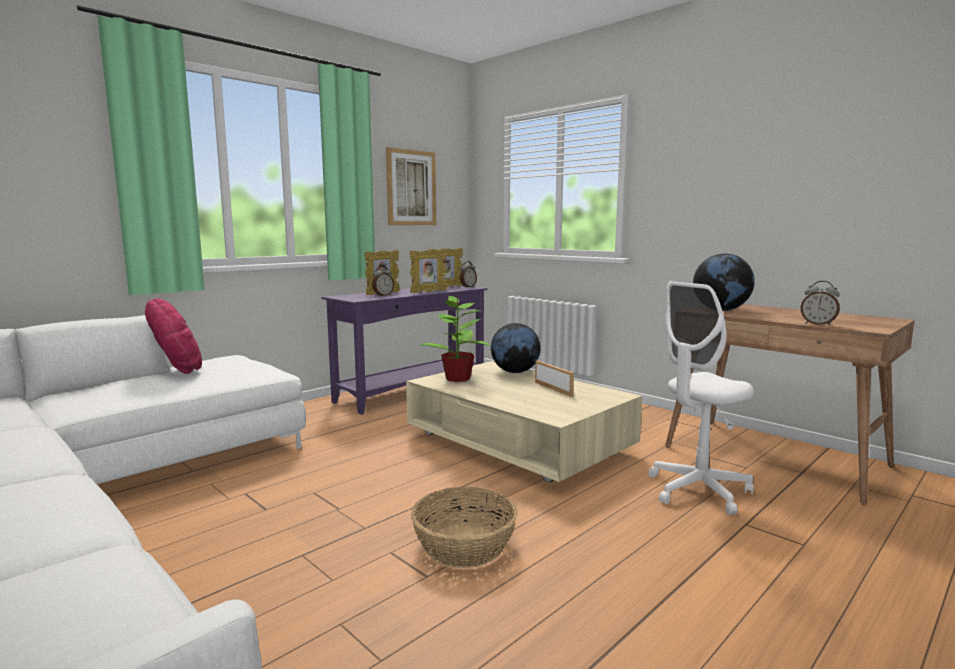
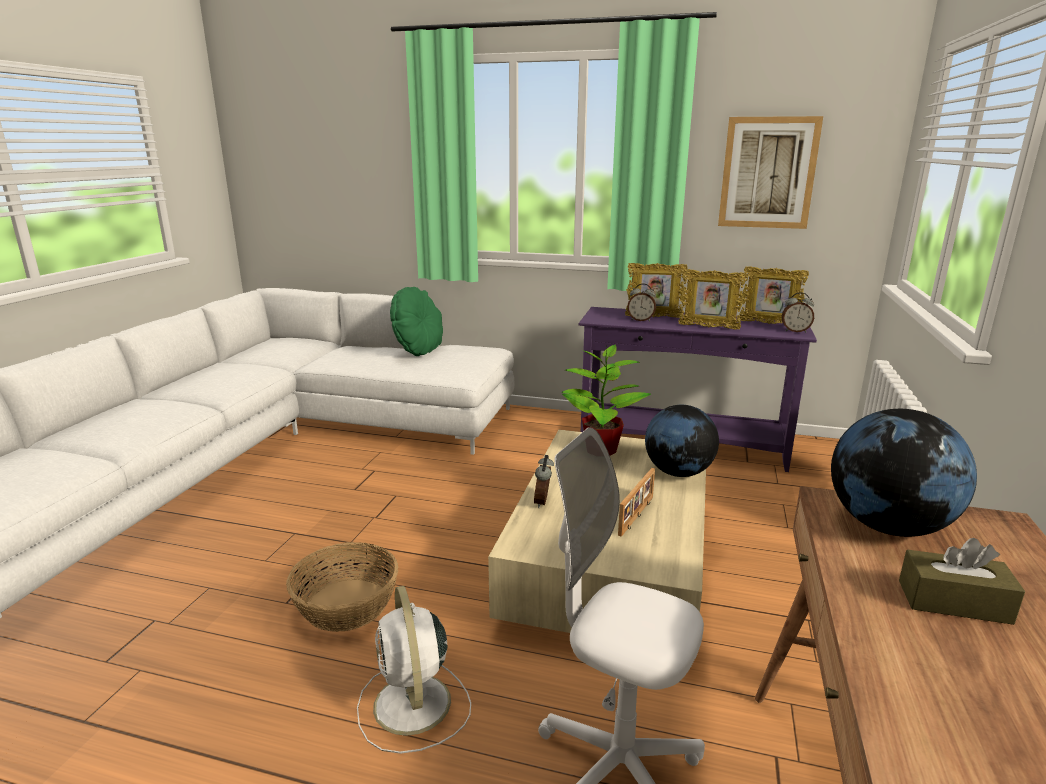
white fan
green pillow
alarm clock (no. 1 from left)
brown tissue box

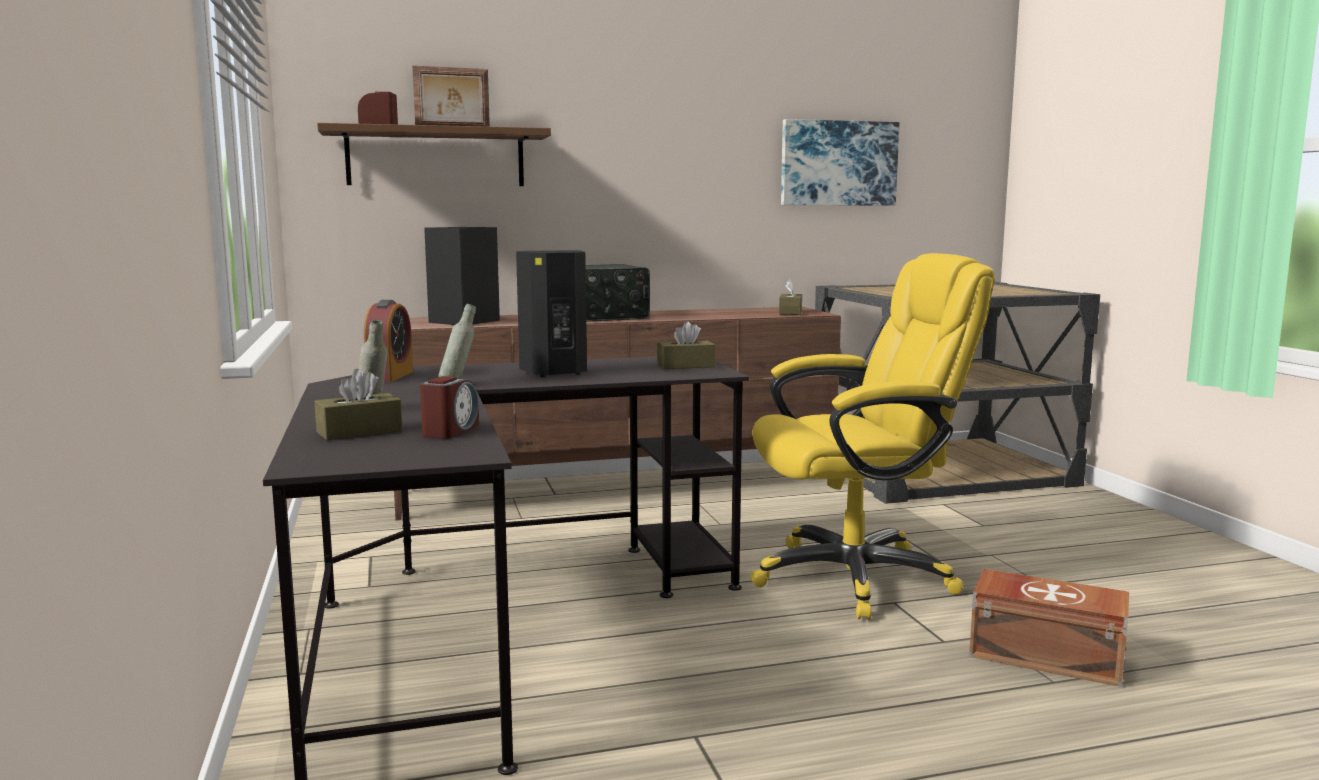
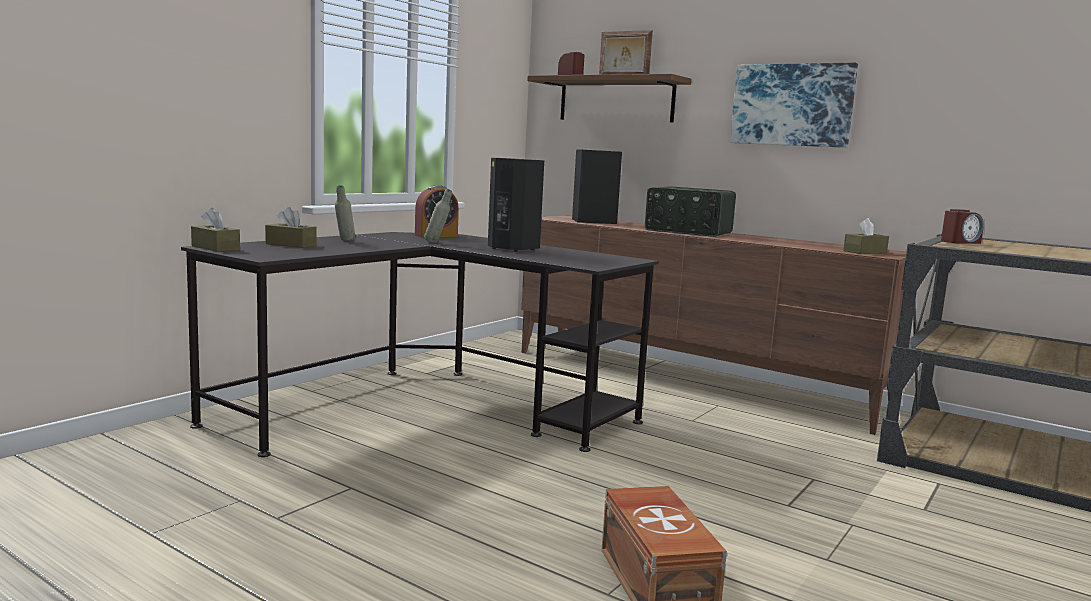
brown tissue box (no. 1 from left)
picture
alarm clock (no. 3 from left)
yellow office chair

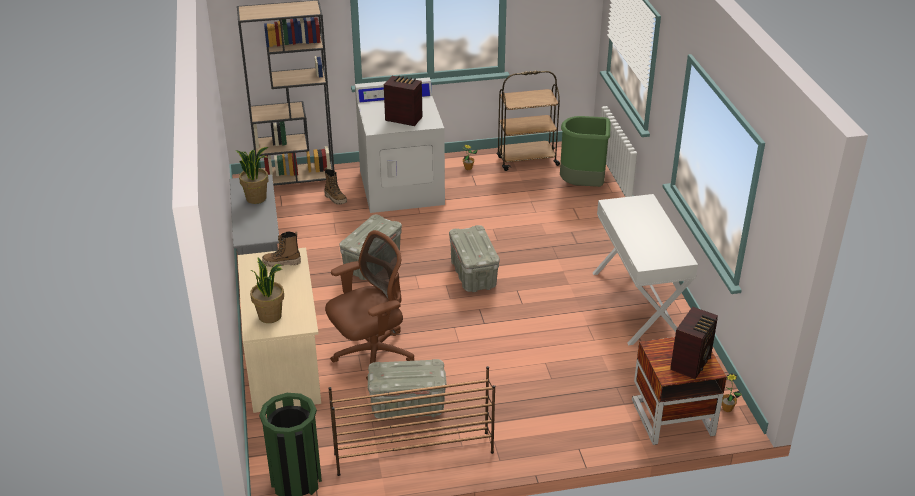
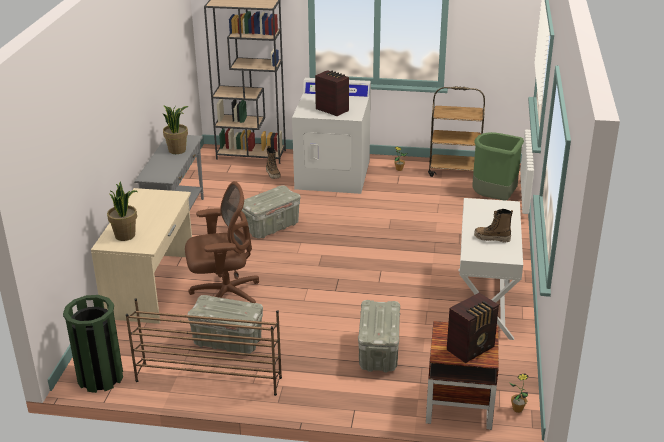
grey storage box (no. 3 from left)
boot (no. 2 from left)

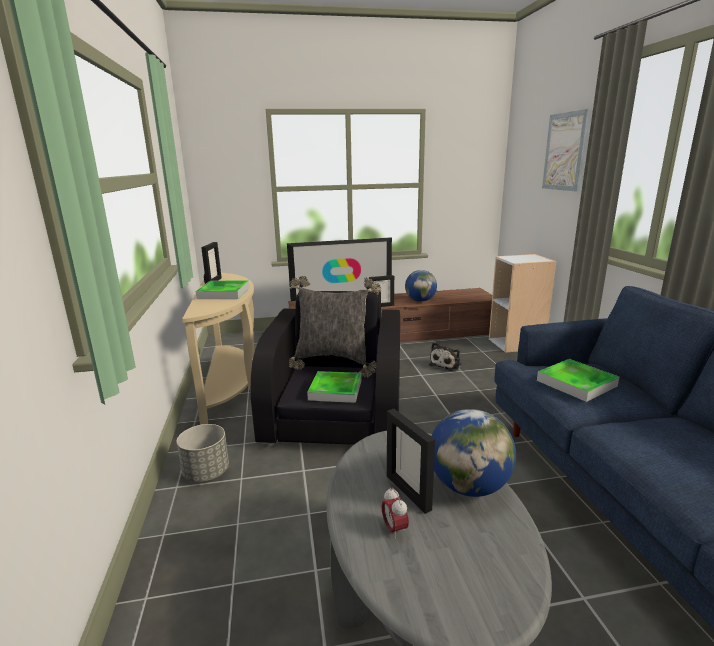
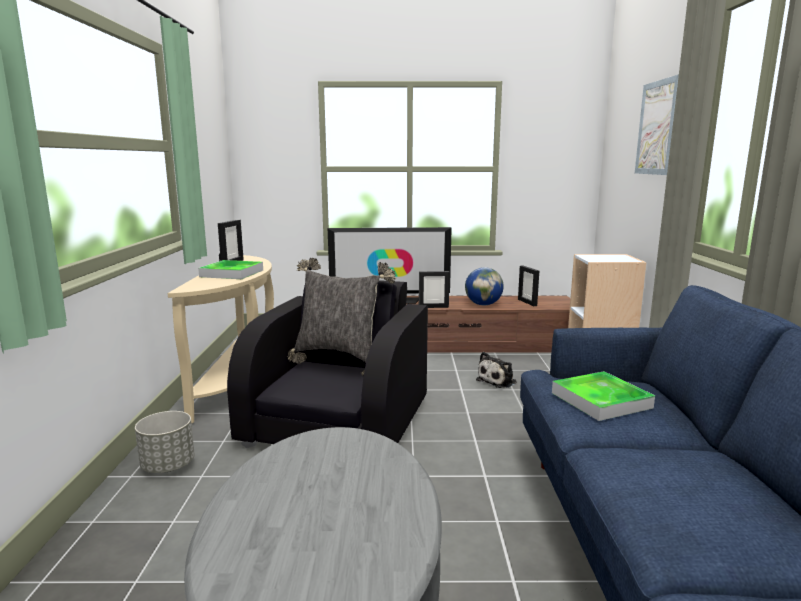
picture frame (no. 3 from left)
tray (no. 2 from left in the first image)
alarm clock
globe (no. 2 from left in the first image)

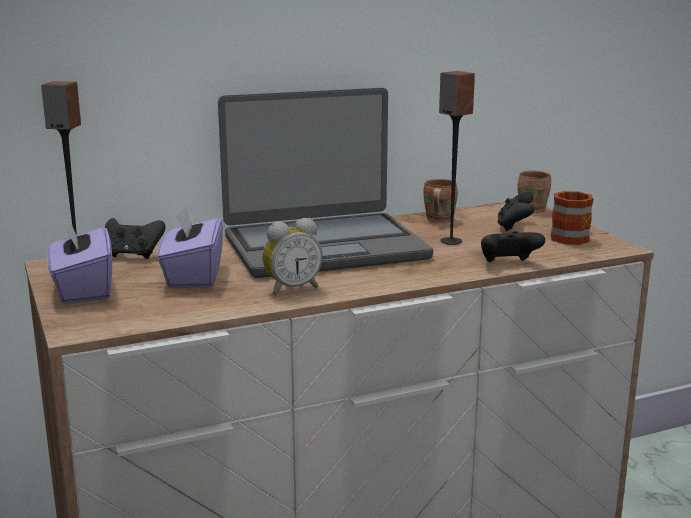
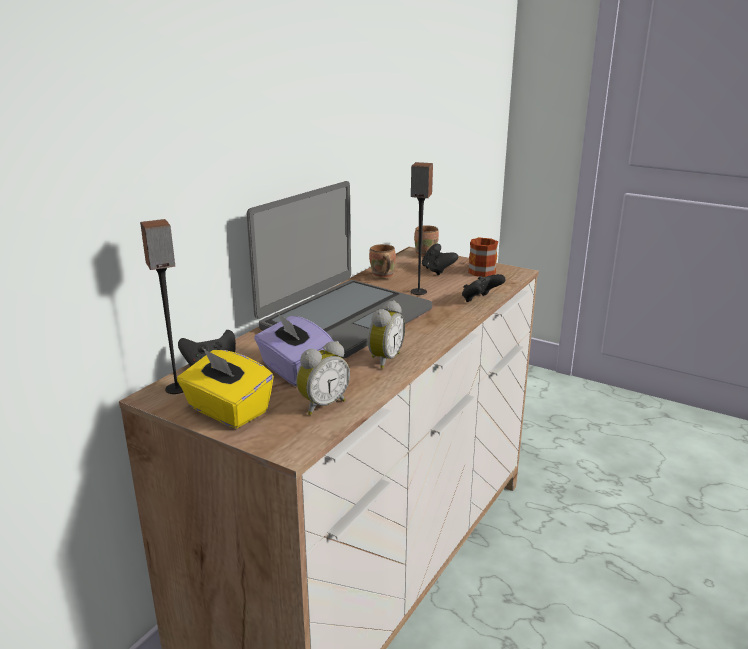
yellow tissue box
alarm clock (no. 1 from left)

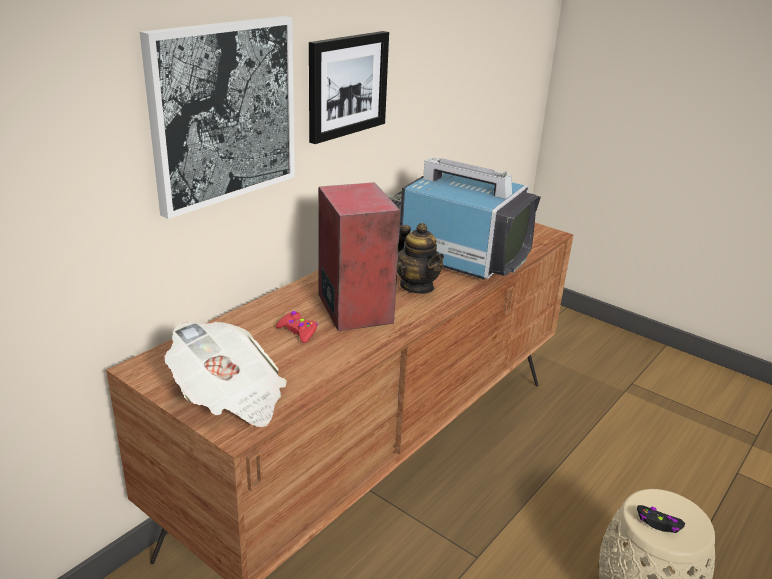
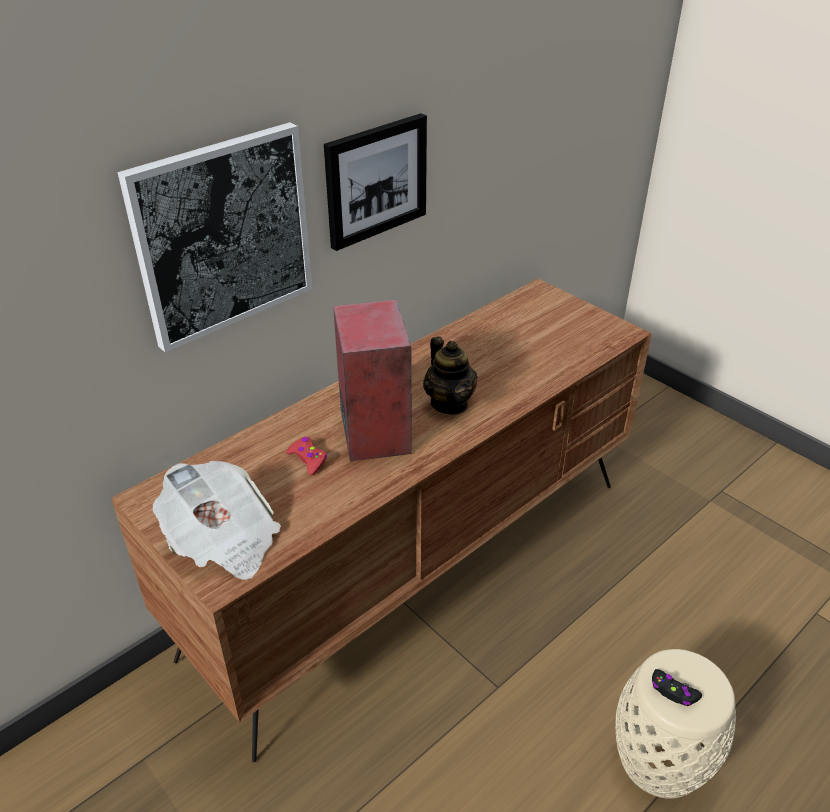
television

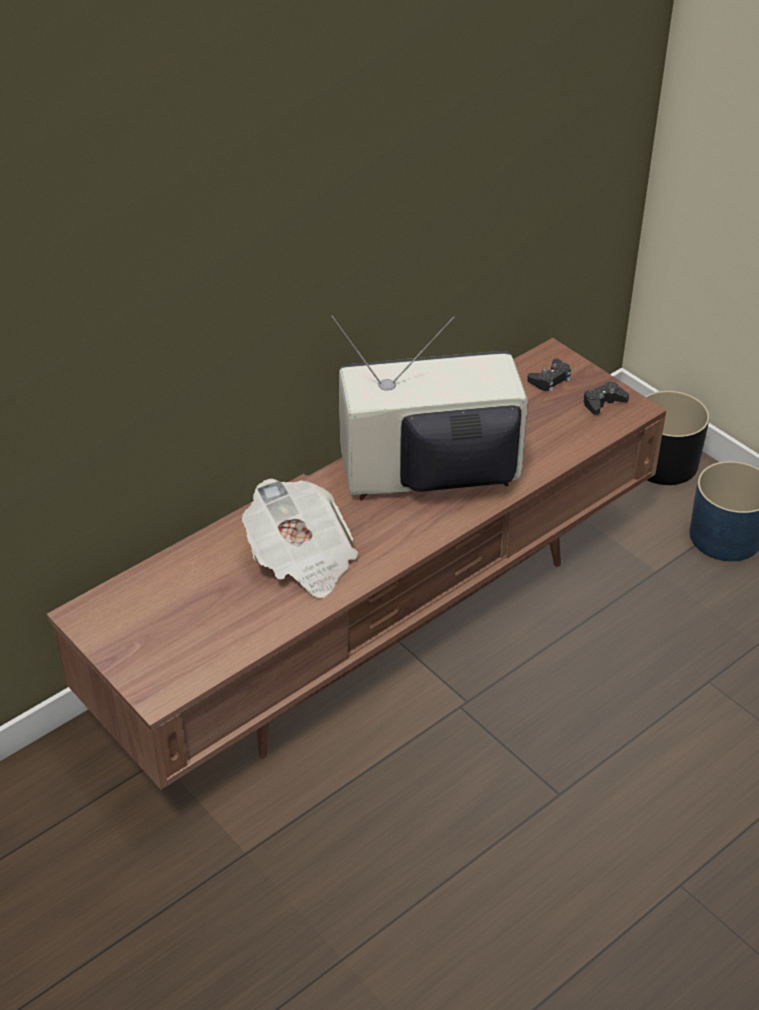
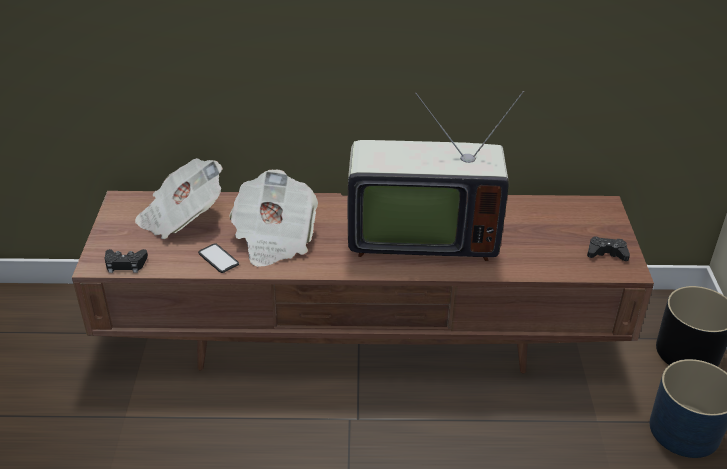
black game controller (no. 1 from left)
newspaper (no. 1 from left)
phone
television

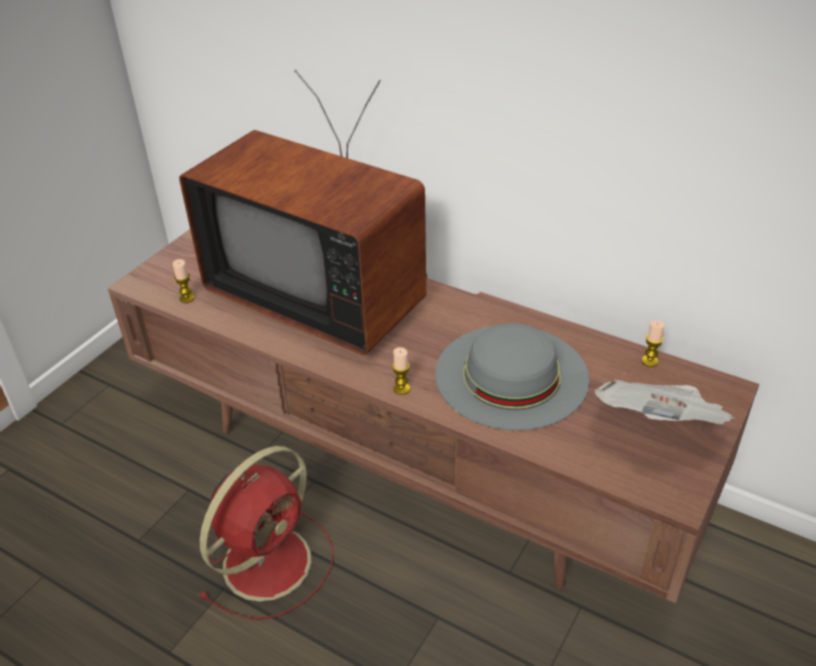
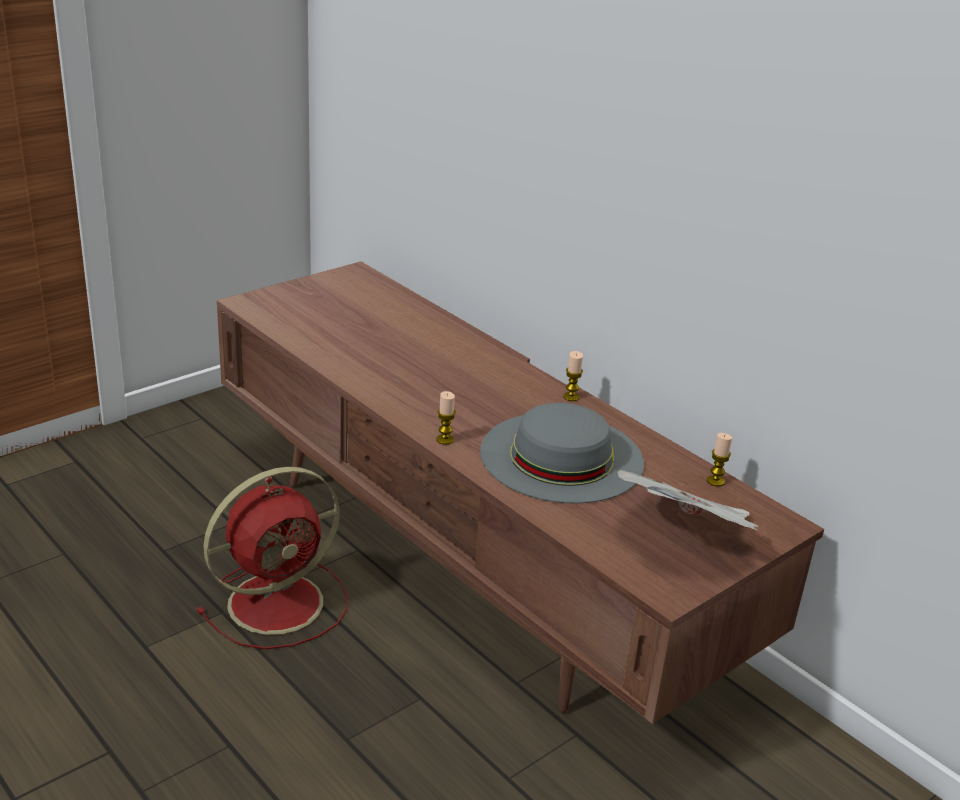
candle (no. 2 from left)
television

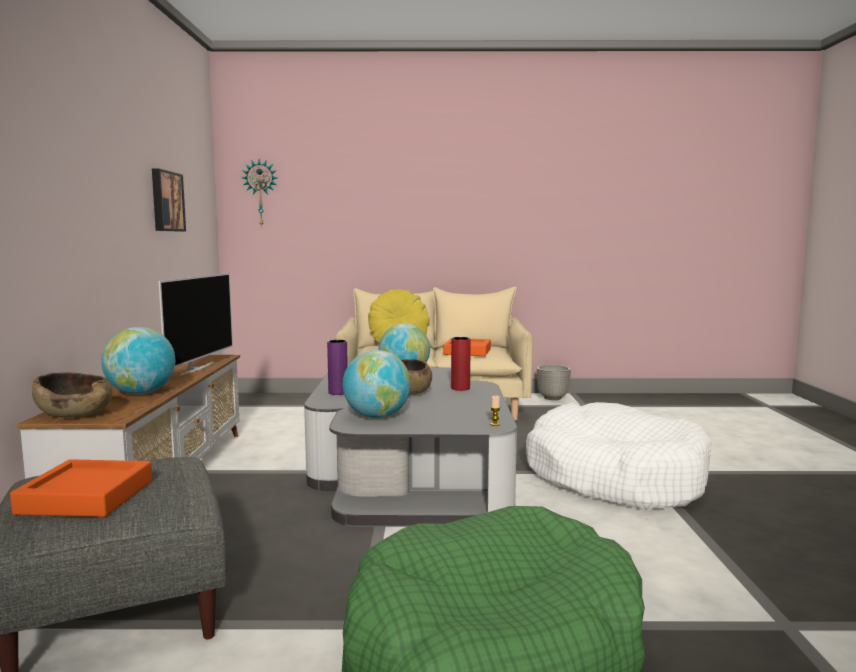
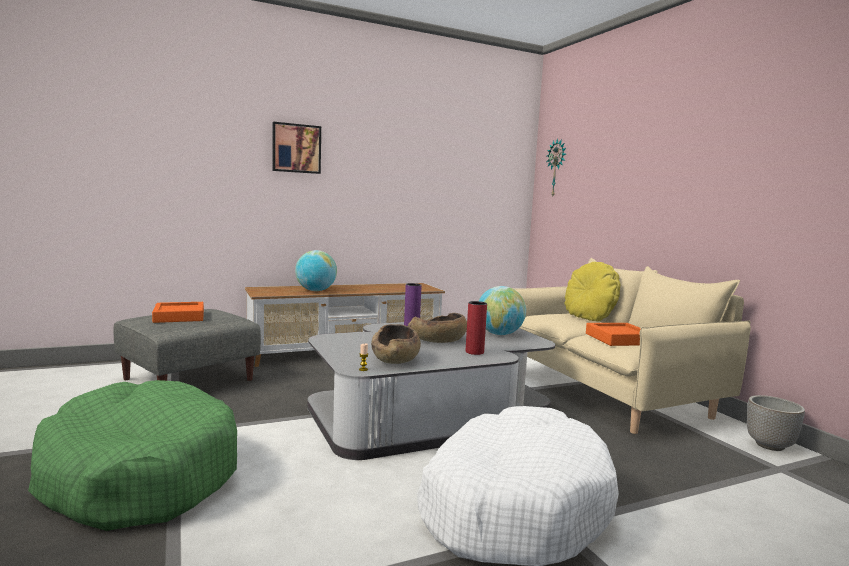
picture
brown bowl (no. 1 from left)
television
globe (no. 2 from left in the first image)

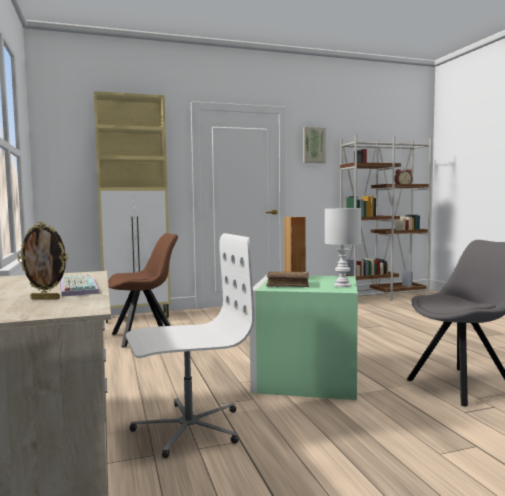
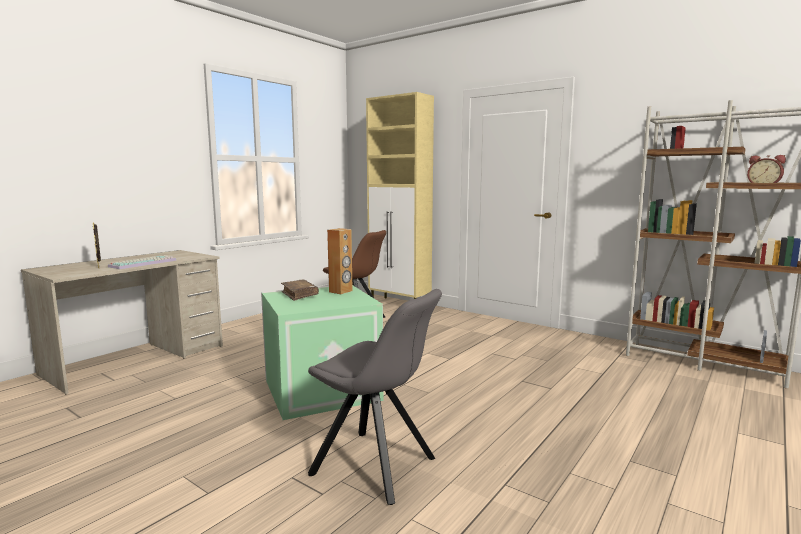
white office chair
picture
white table lamp

